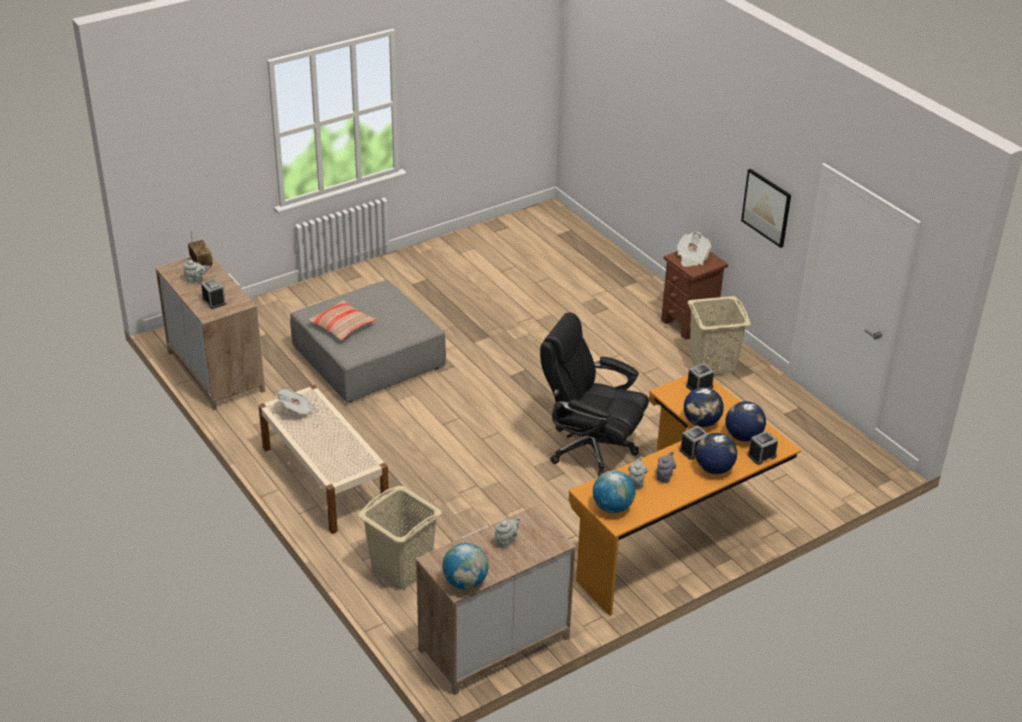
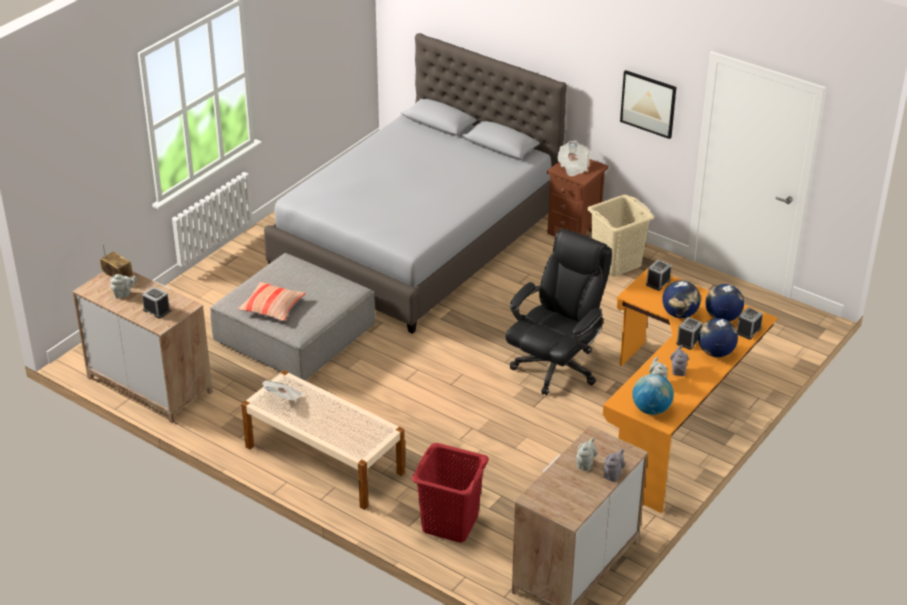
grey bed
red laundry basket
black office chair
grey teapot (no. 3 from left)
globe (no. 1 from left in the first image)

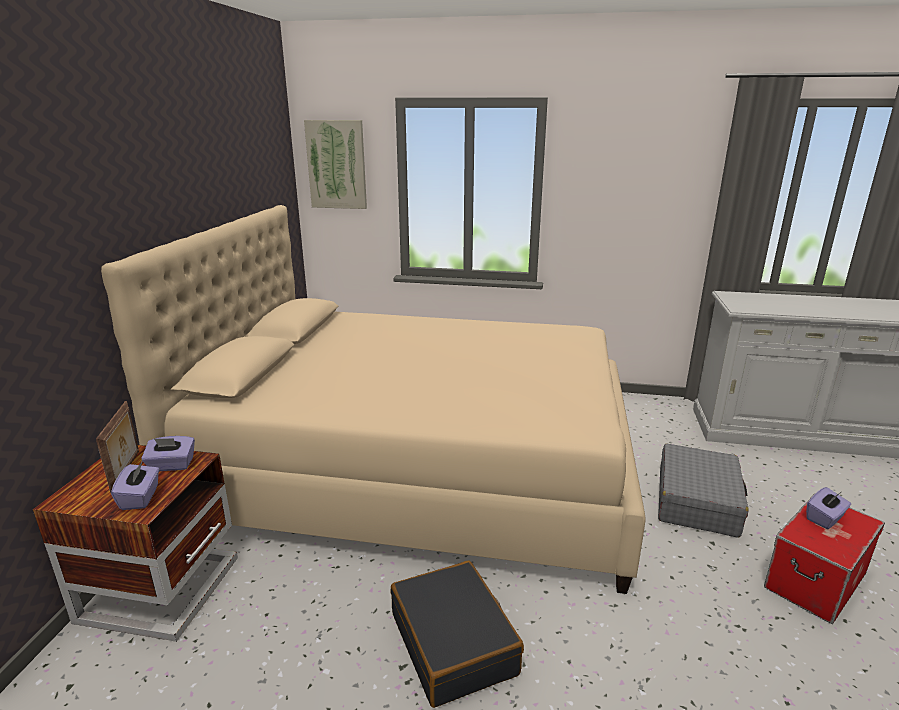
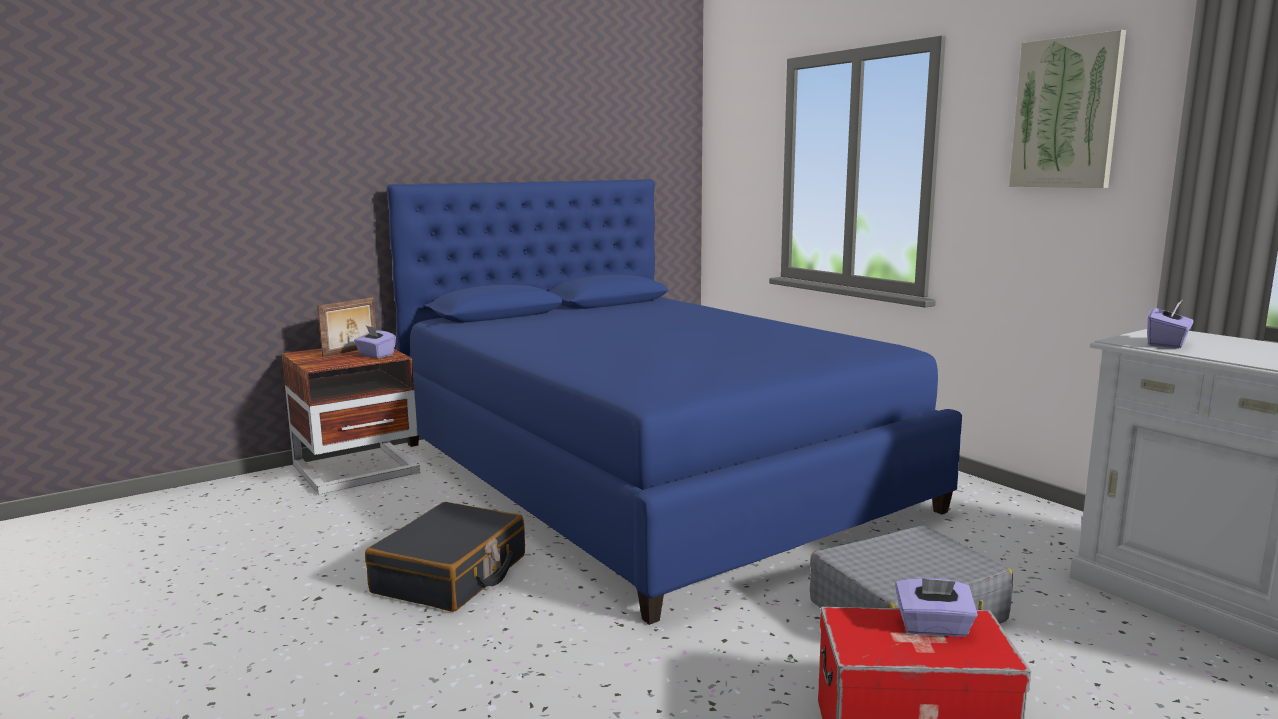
blue bed
picture
purple tissue box (no. 3 from left)

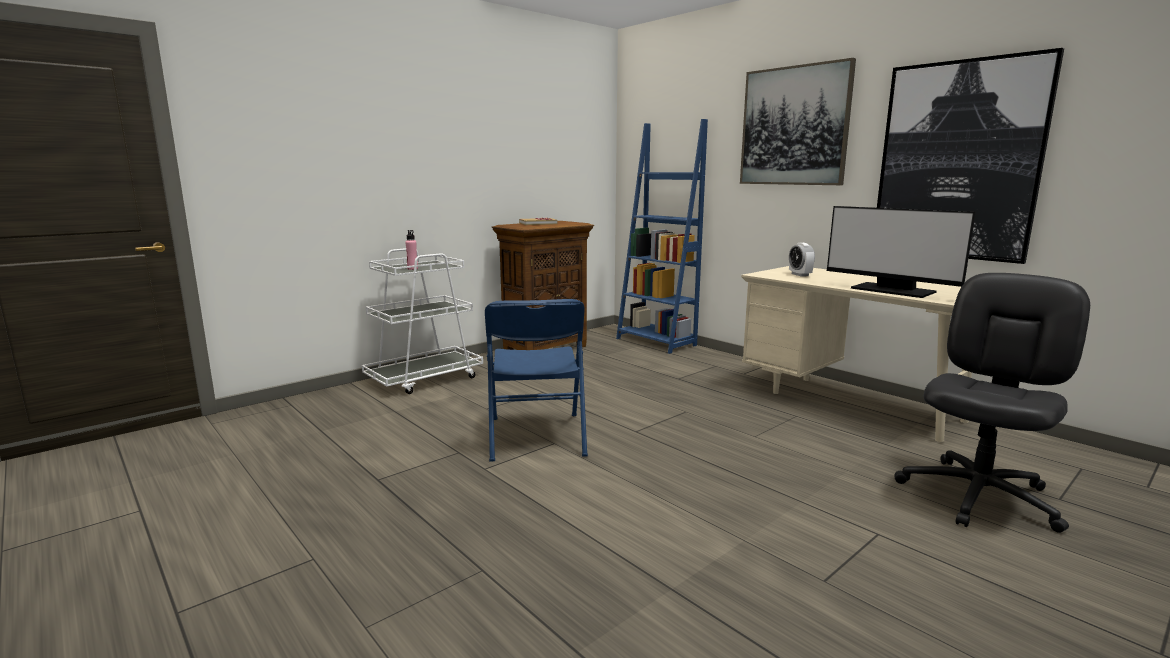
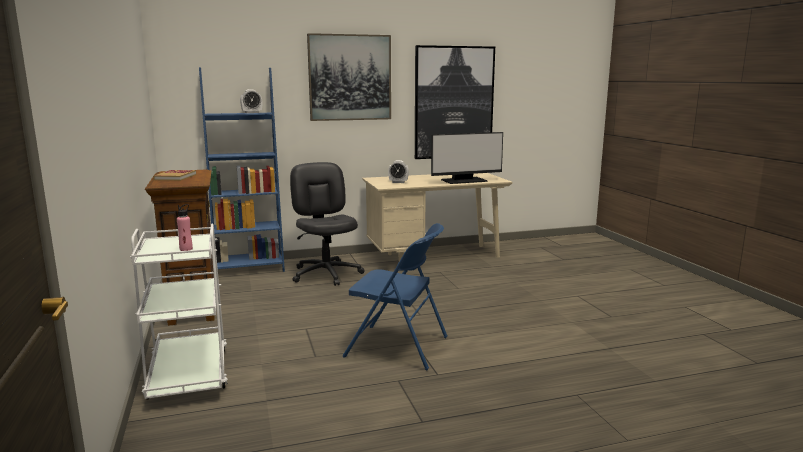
alarm clock (no. 1 from left)
black office chair

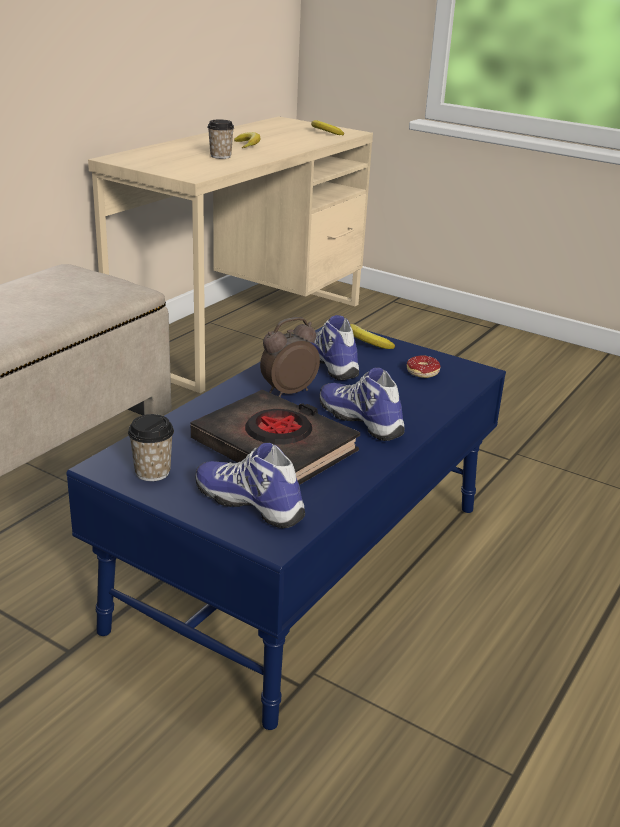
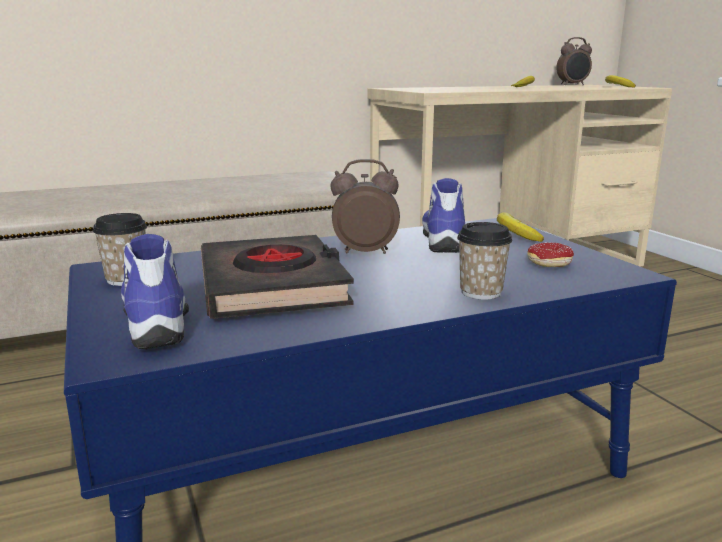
cup (no. 2 from left)
alarm clock (no. 2 from left)
shoe (no. 3 from left in the first image)

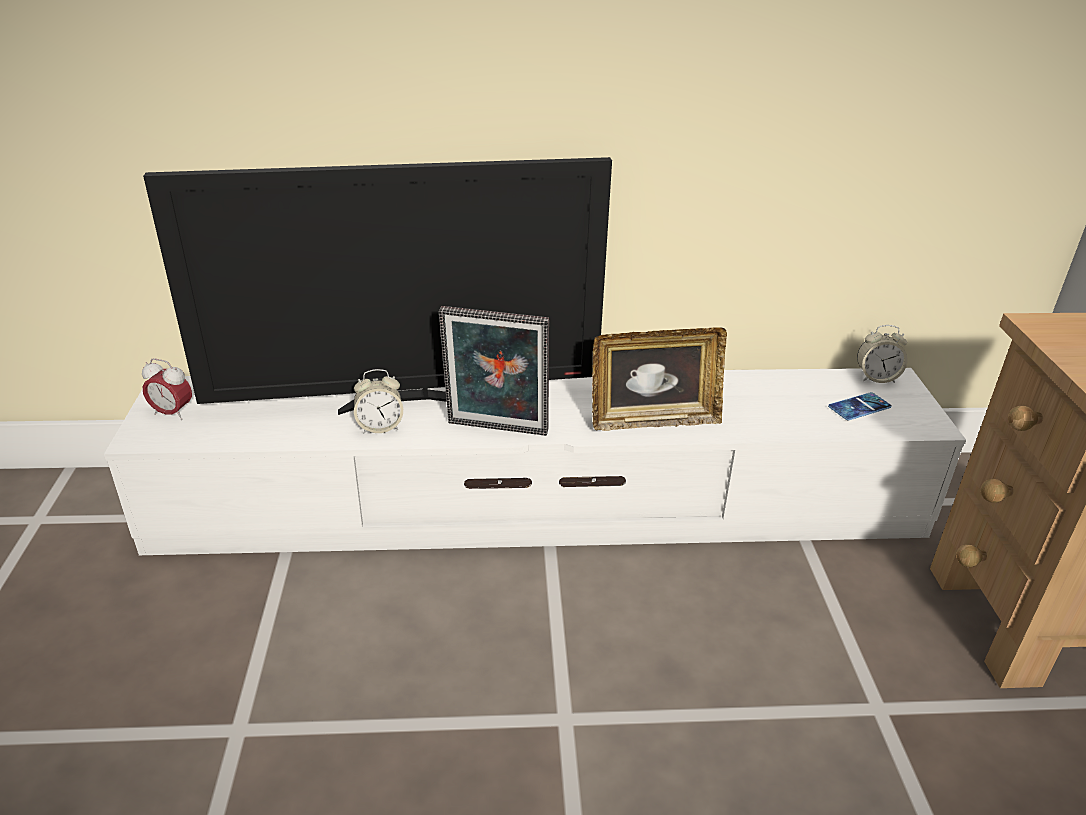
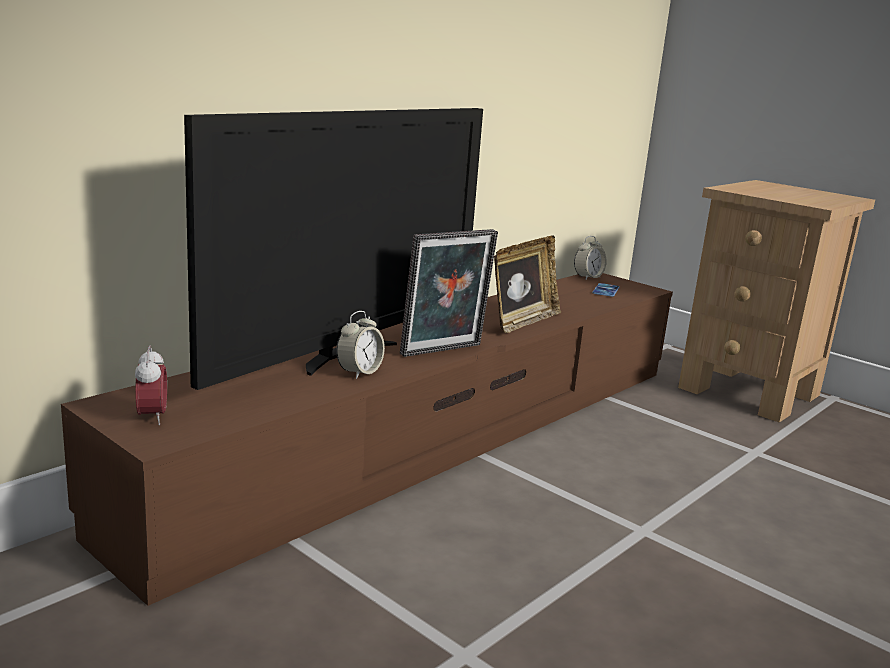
brown tv stand
alarm clock (no. 1 from left)

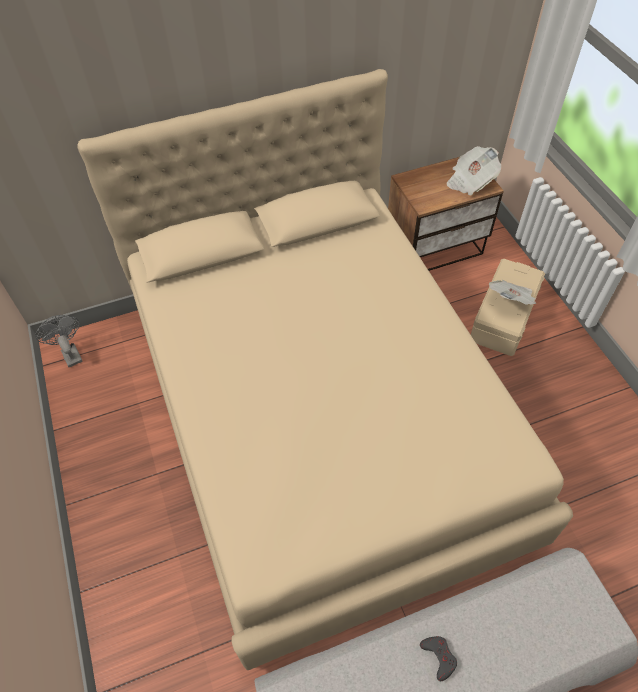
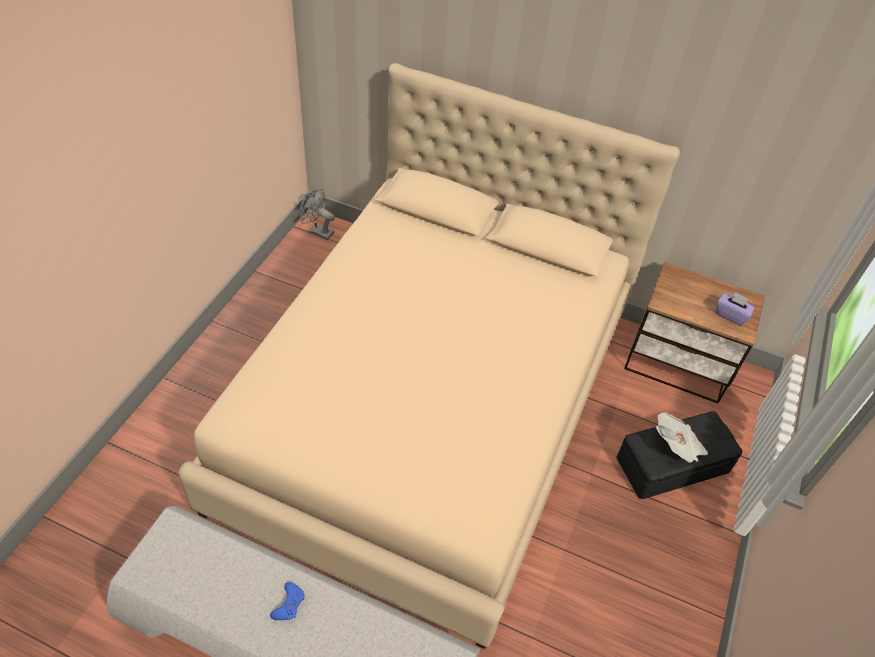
blue game controller
grey fan
black storage box
purple tissue box

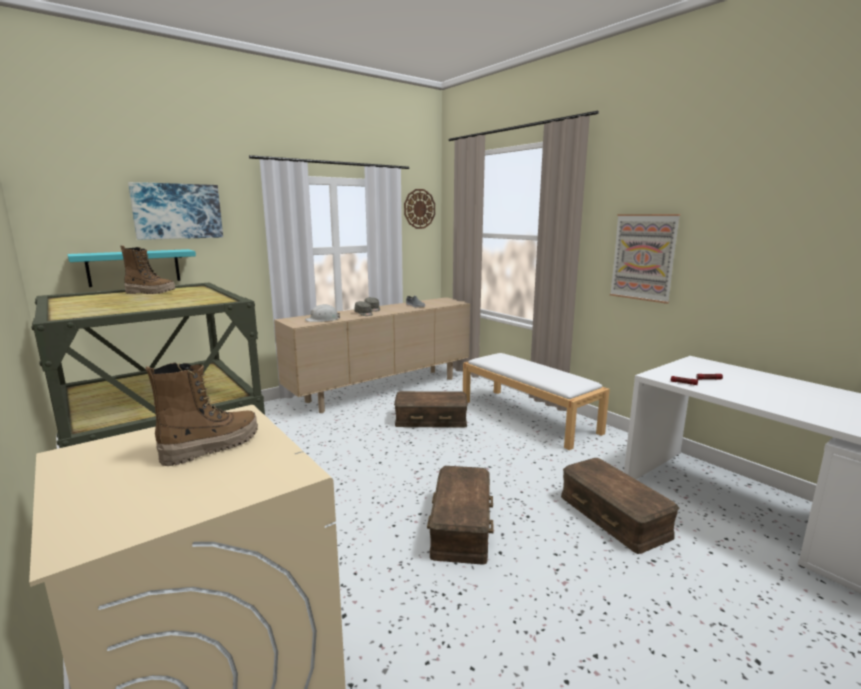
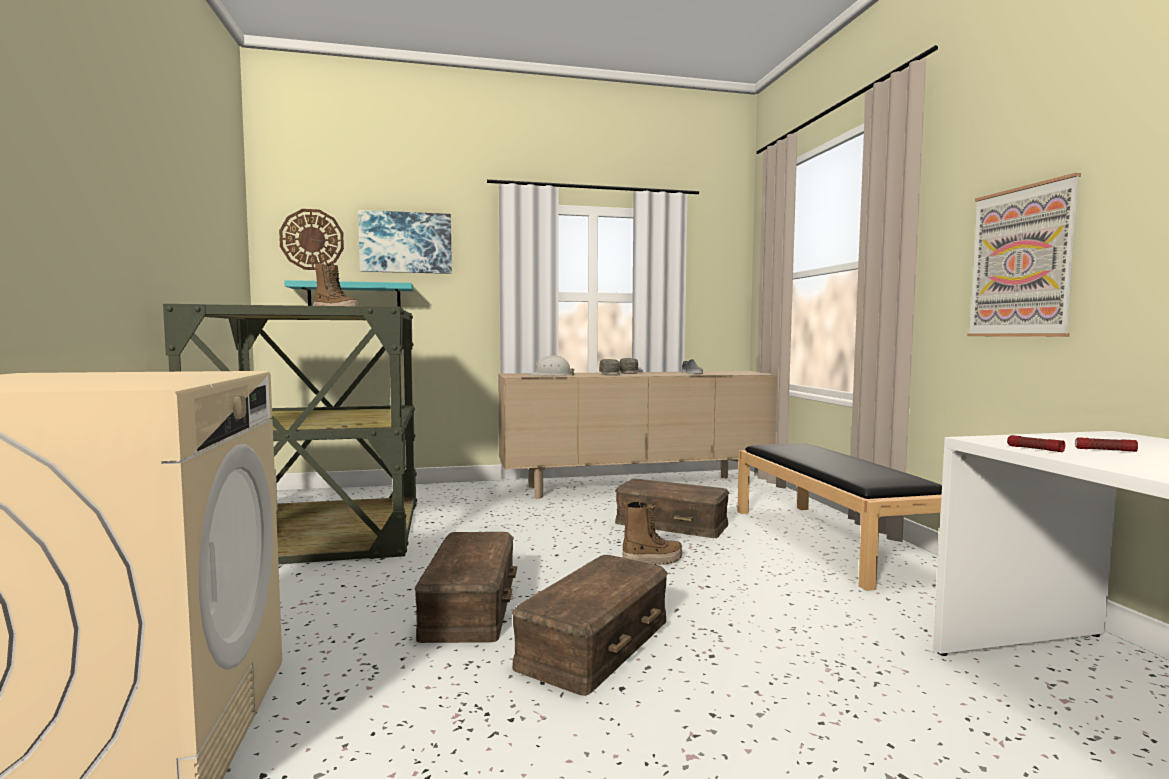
wall clock
brown storage box (no. 1 from left)
boot (no. 2 from left)
black bench

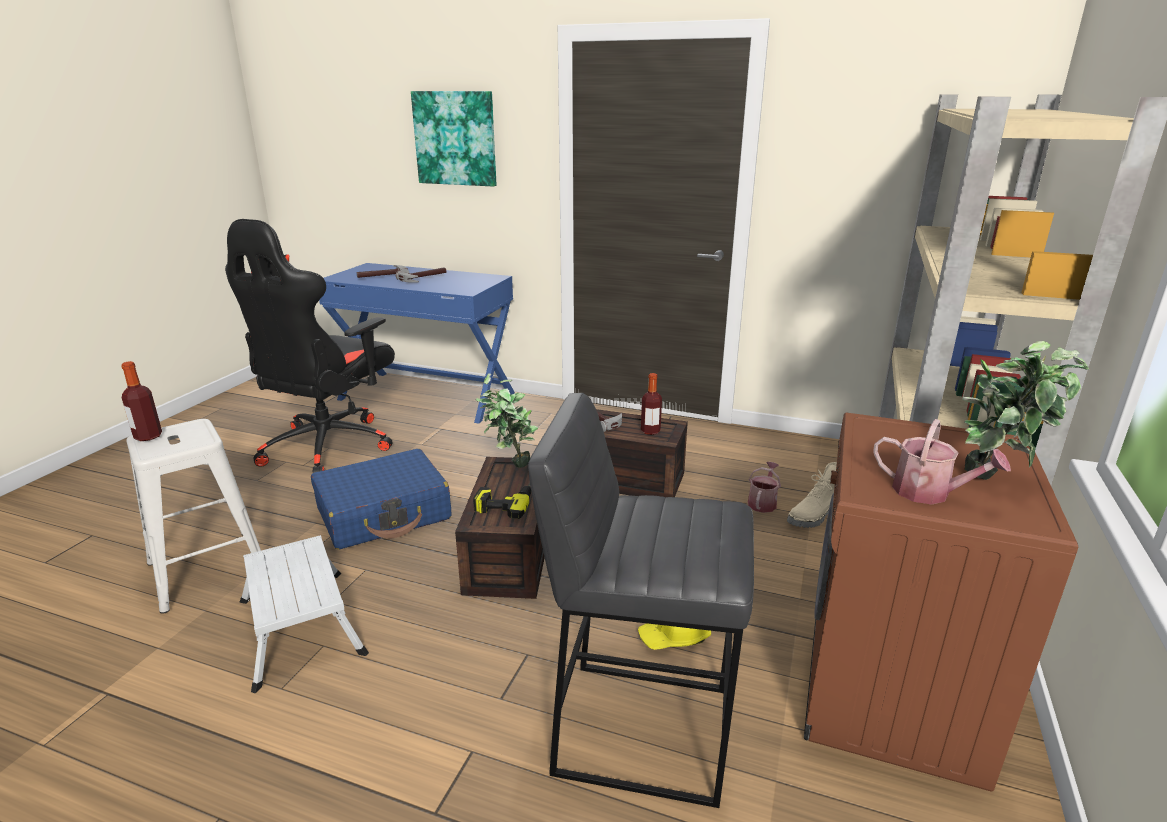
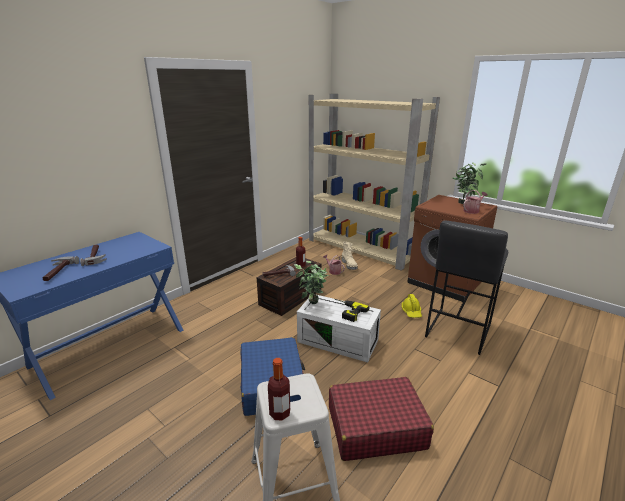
white storage box
red suitcase
black office chair
picture

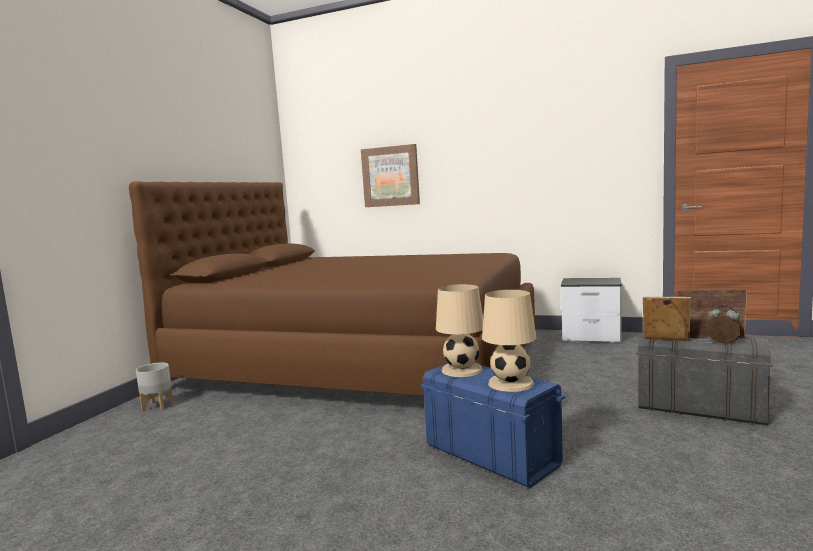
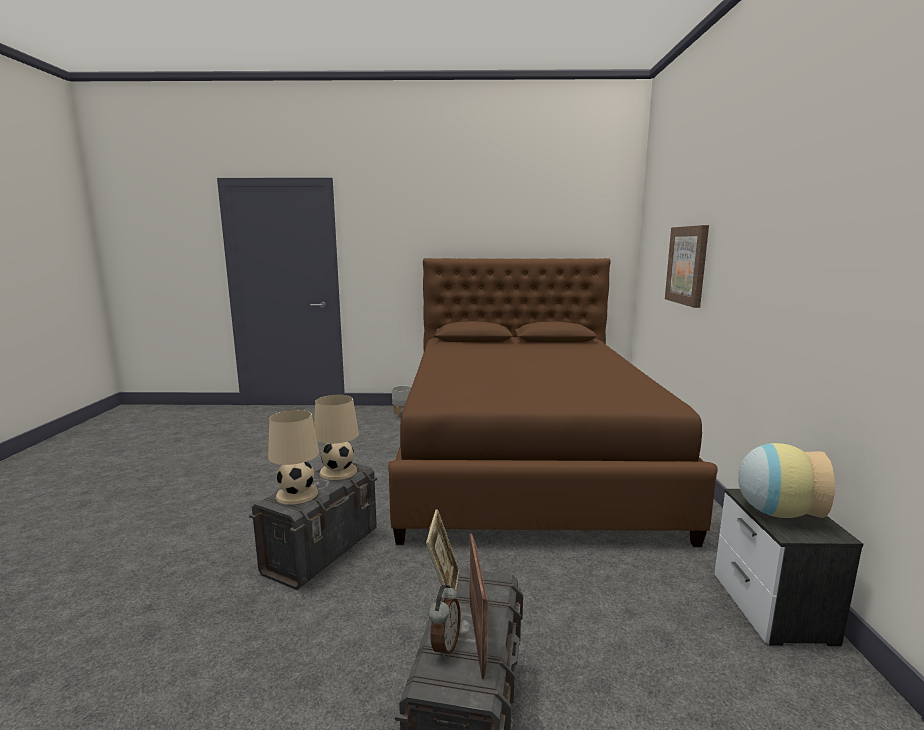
grey storage box (no. 1 from left)
vase

